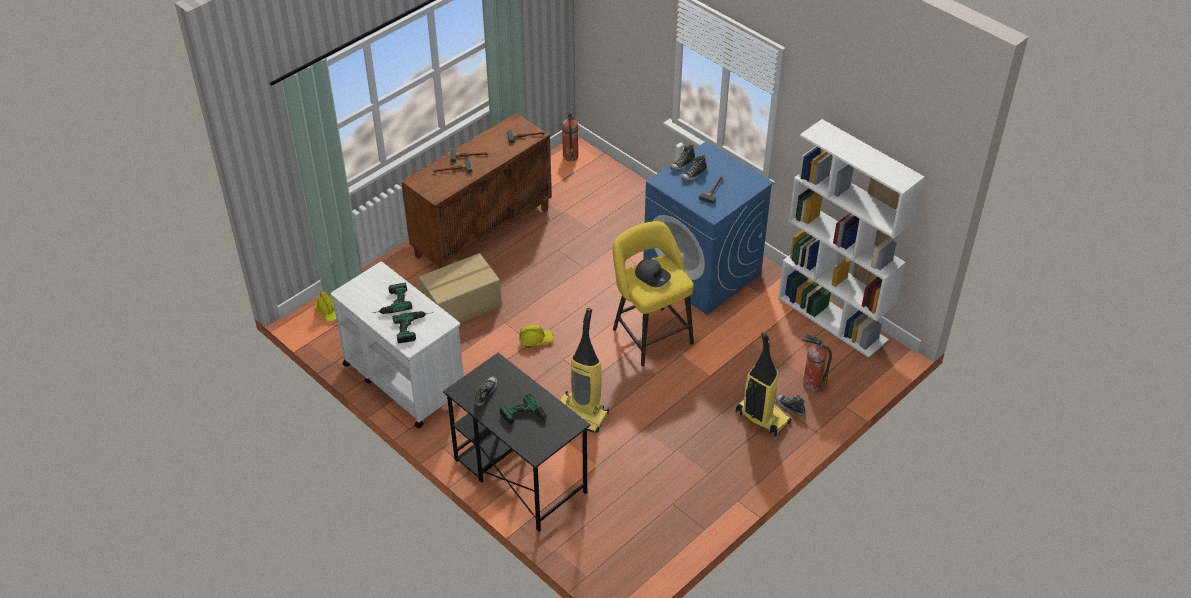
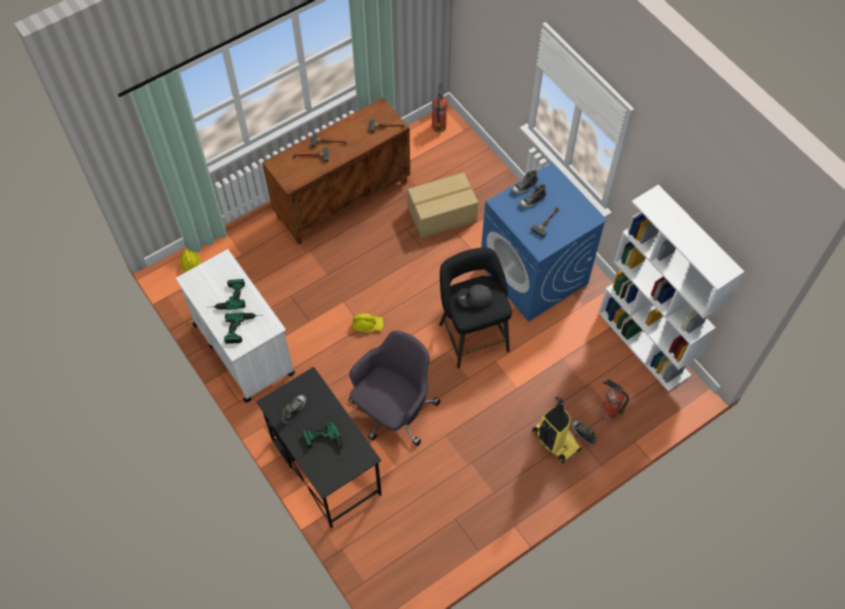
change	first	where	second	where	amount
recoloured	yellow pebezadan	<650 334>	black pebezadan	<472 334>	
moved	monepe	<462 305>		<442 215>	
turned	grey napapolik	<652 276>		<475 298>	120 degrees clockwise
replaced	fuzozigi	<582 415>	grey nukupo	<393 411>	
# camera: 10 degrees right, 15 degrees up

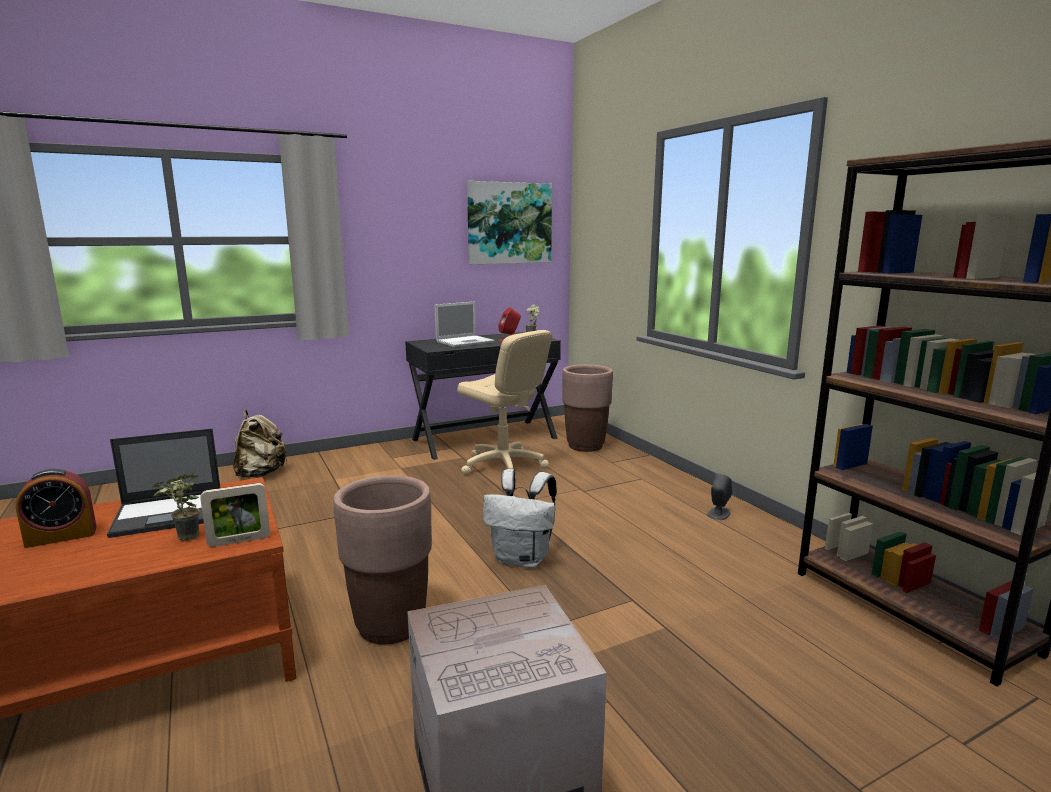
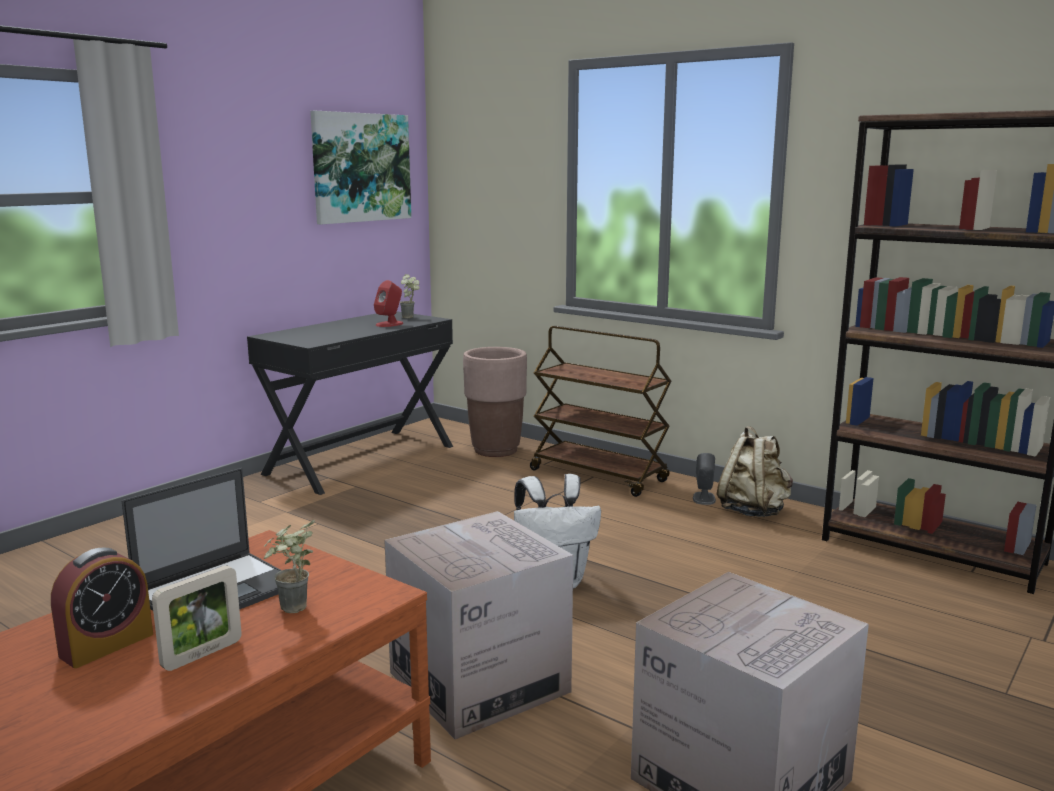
change	first	where	second	where	amount
removed	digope	<465 341>			
removed	beige nukupo	<503 466>			
moved	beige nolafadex	<260 474>		<753 511>	
replaced	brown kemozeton	<391 626>	monepe	<479 682>	
moved	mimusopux	<239 541>		<202 654>	
added			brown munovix	<599 476>	
# camera: 25 degrees left, 0 degrees up

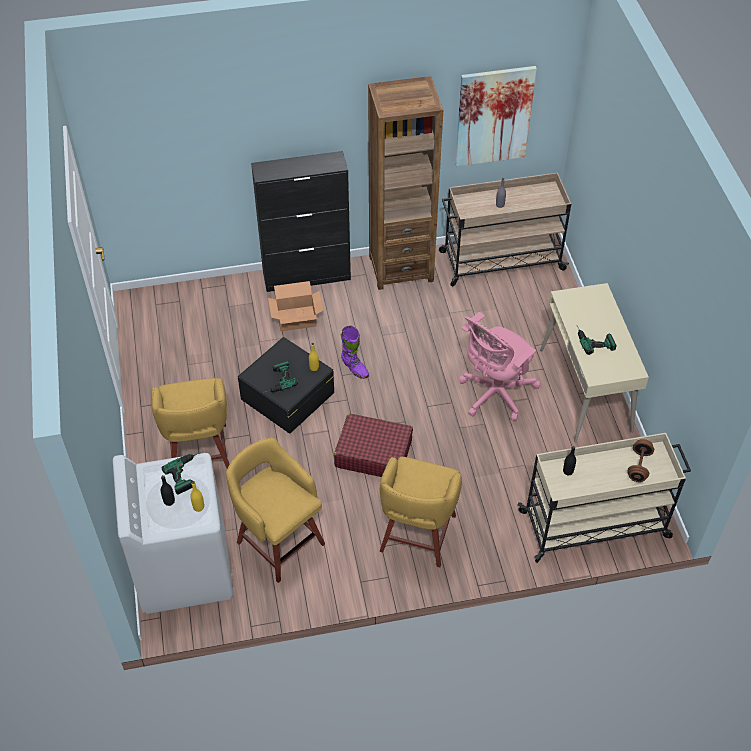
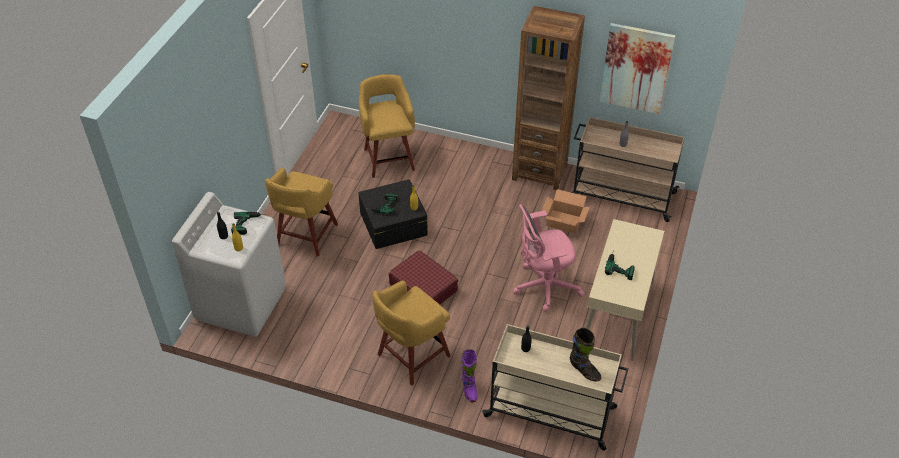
change	first	where	second	where	amount
removed	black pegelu	<307 276>			
moved	monepe	<297 318>		<564 222>	
moved	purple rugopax	<354 368>		<469 389>	
moved	yellow pebezadan	<279 541>		<389 158>	
replaced	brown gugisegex	<639 466>	black rugopax	<584 370>	
# camera: 30 degrees right, 5 degrees down

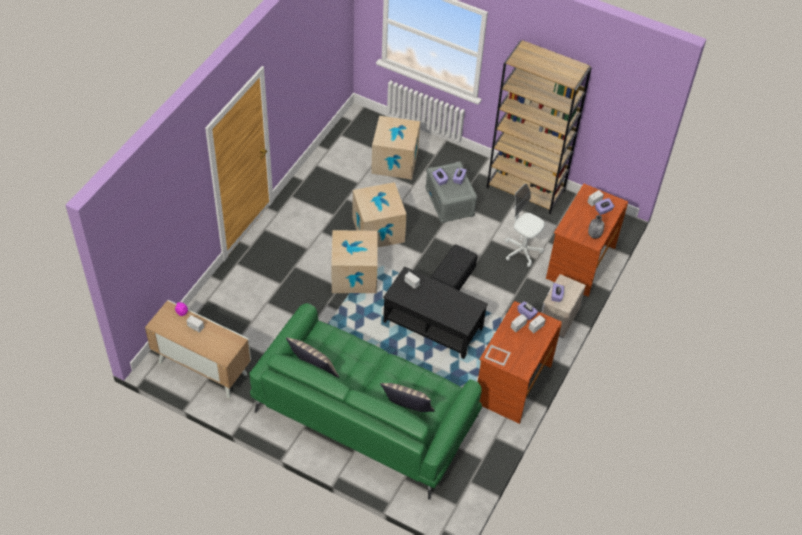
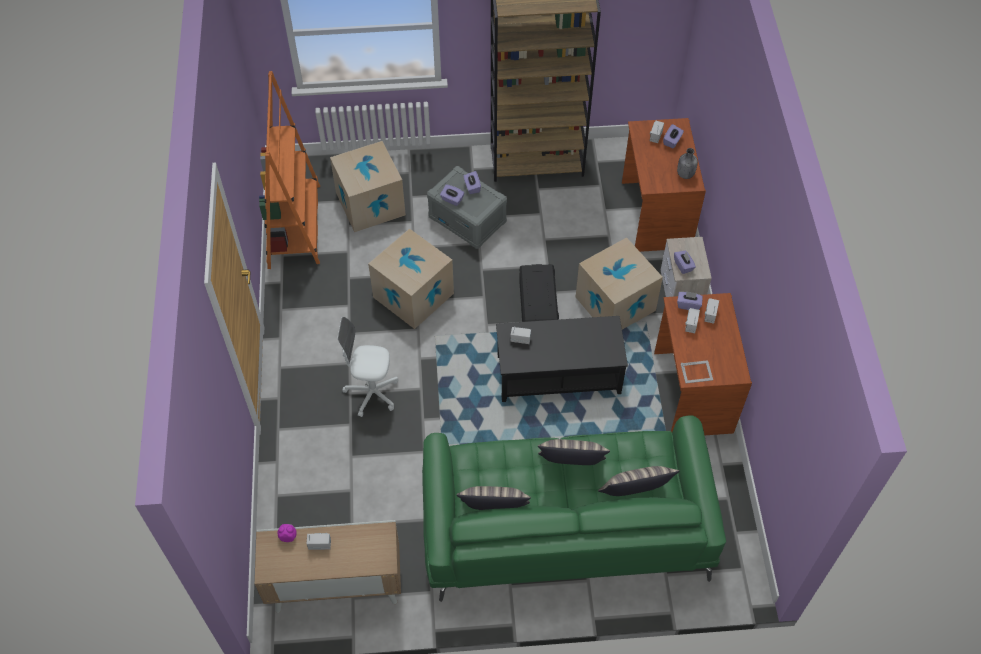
change	first	where	second	where	amount
moved	white nukupo	<522 251>		<372 393>	
moved	monepe	<354 275>		<615 303>	
added			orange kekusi	<294 226>	
added			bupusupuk	<570 466>	
# camera: 30 degrees left, 5 degrees up

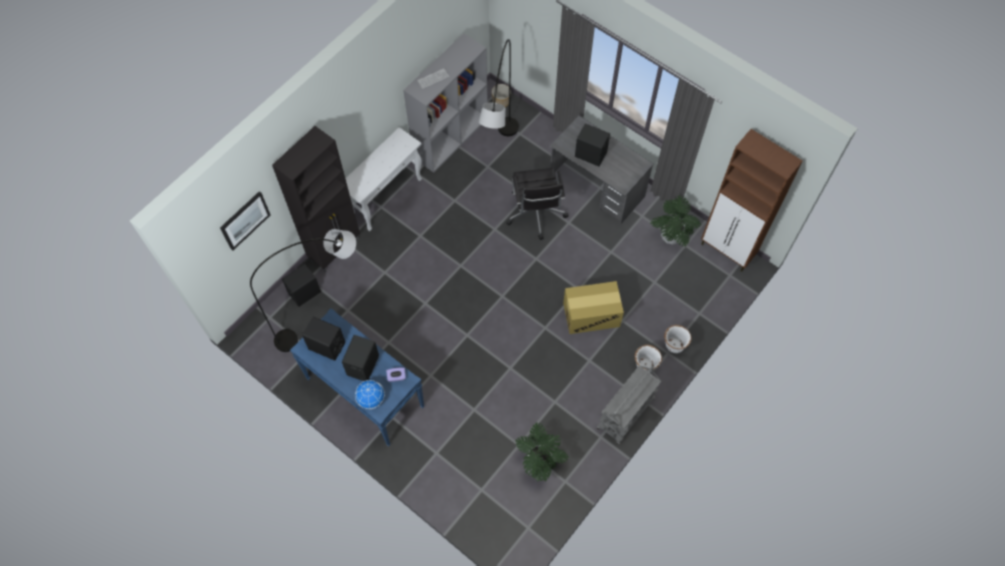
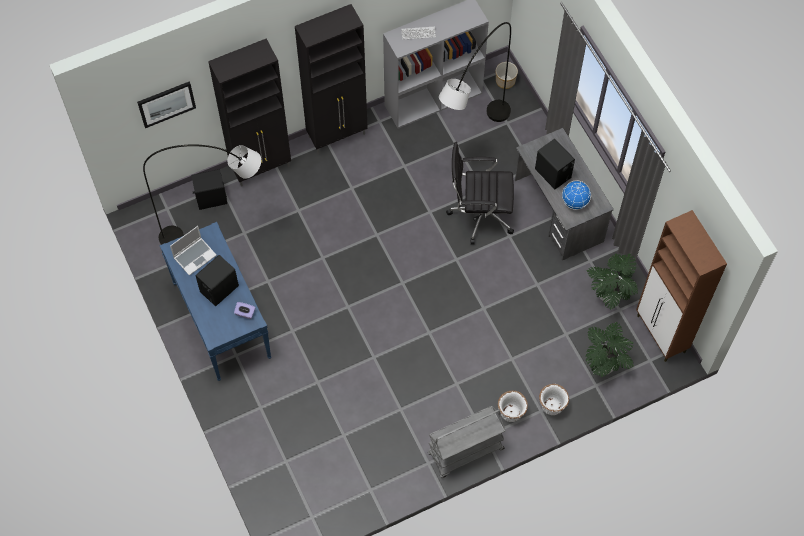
change	first	where	second	where	amount
replaced	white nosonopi	<387 197>	black pegelu	<338 135>	
turned	black nukupo	<536 214>		<480 214>	75 degrees clockwise
removed	monepe	<591 314>			
replaced	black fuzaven	<326 346>	digope	<195 256>	
moved	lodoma	<371 399>		<575 201>	
moved	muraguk	<539 462>		<603 363>	
# camera: 25 degrees right, 0 degrees up

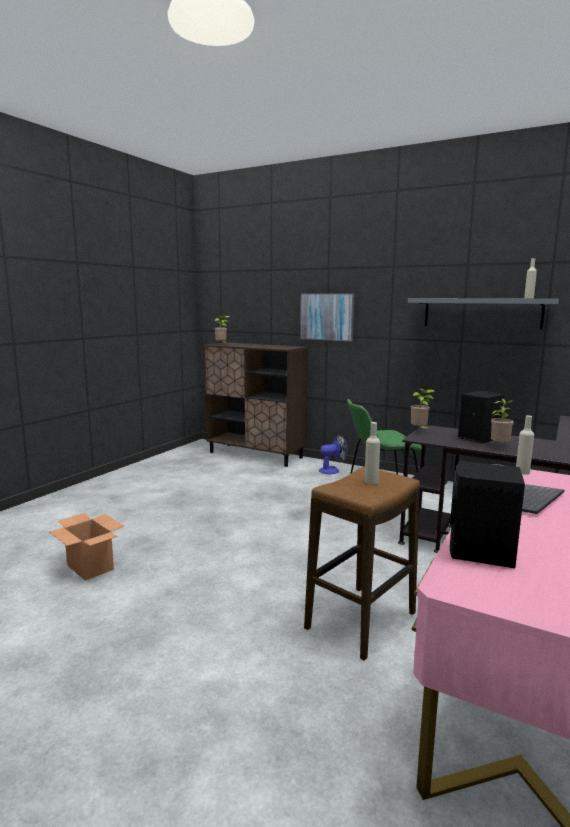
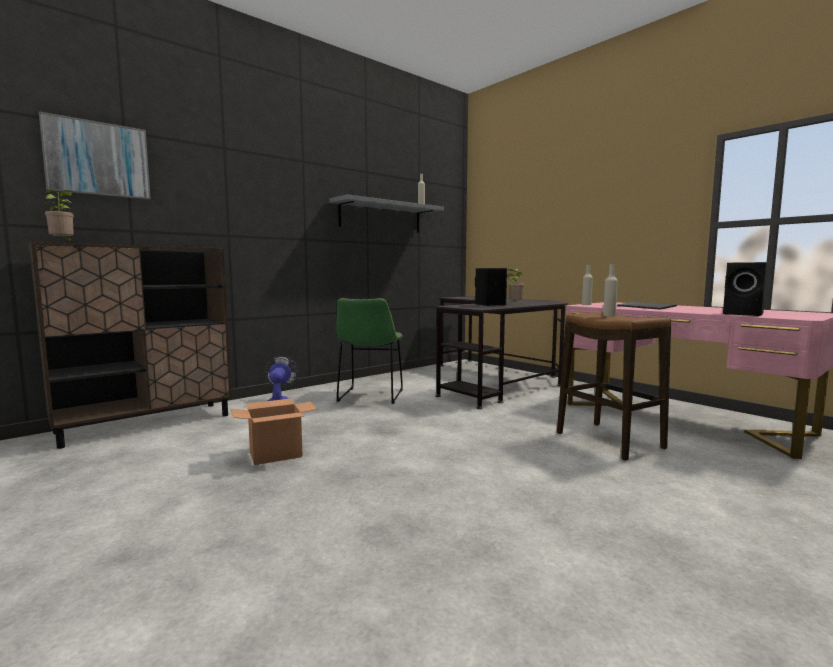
change	first	where	second	where	amount
moved	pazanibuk	<327 317>		<97 159>	
removed	muraguk	<419 430>			
moved	monepe	<91 567>		<276 455>	
# camera: 70 degrees left, 5 degrees down

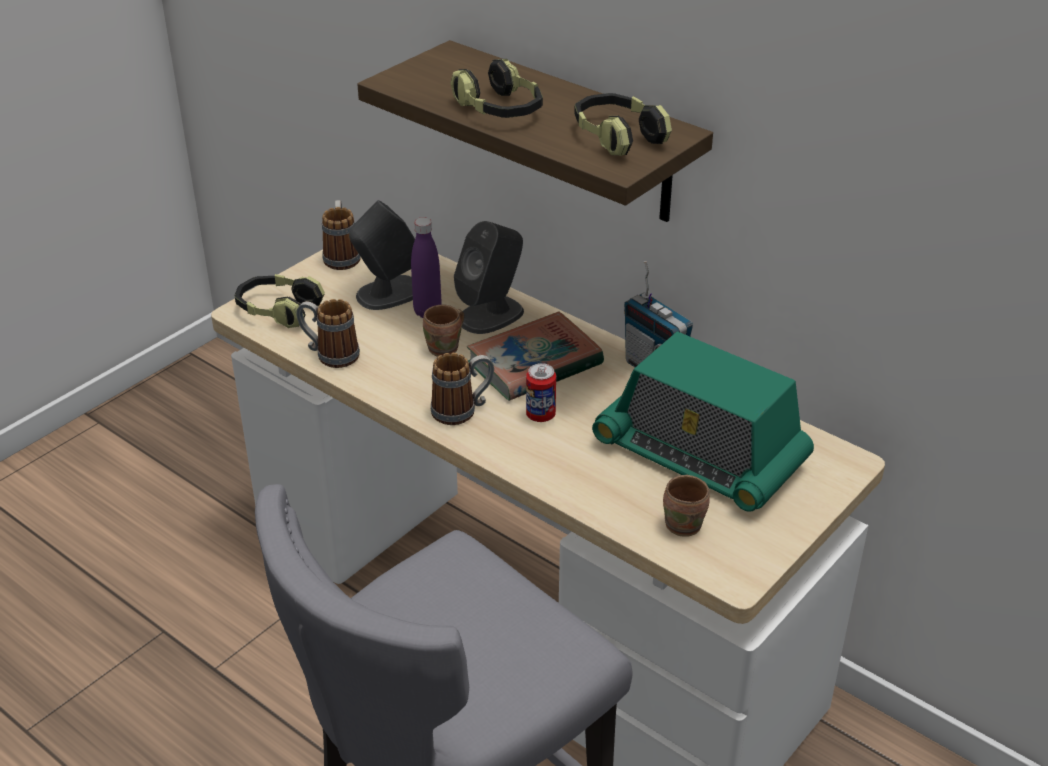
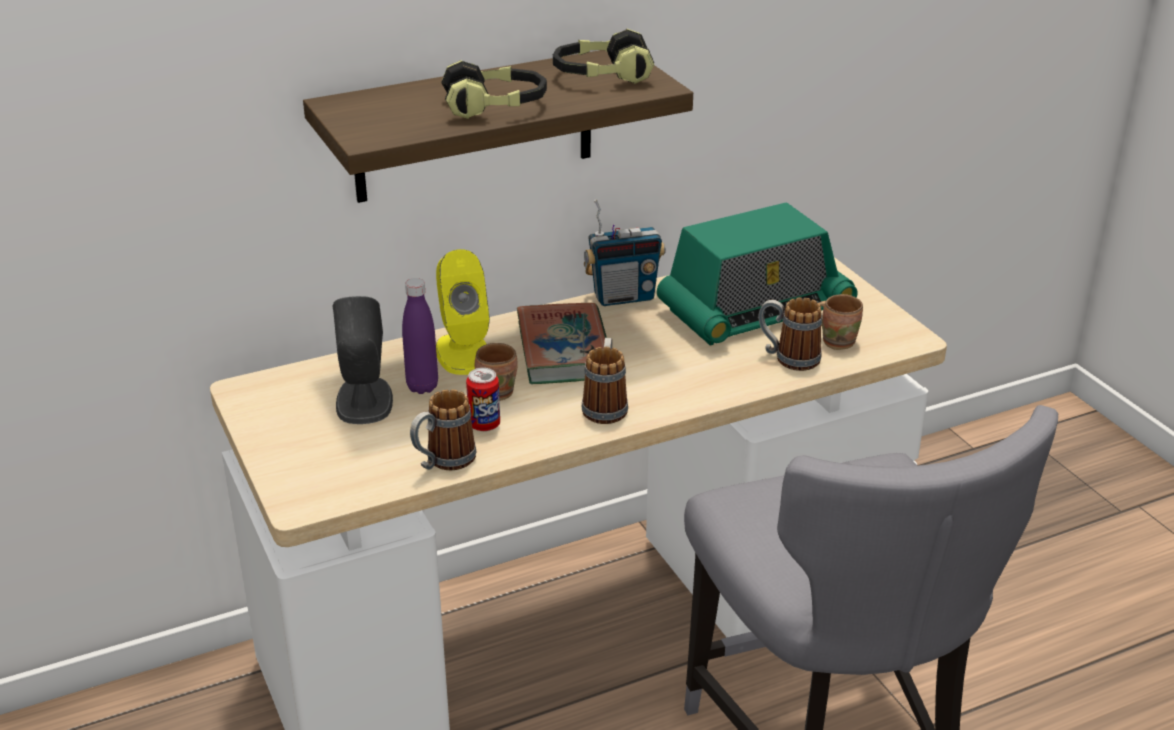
change	first	where	second	where	amount
moved	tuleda	<342 256>		<788 358>	
recoloured	grey fuzaven	<491 315>	yellow fuzaven	<463 353>	
removed	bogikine	<278 311>			
moved	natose	<540 415>		<484 425>	
# camera: 65 degrees left, 5 degrees down

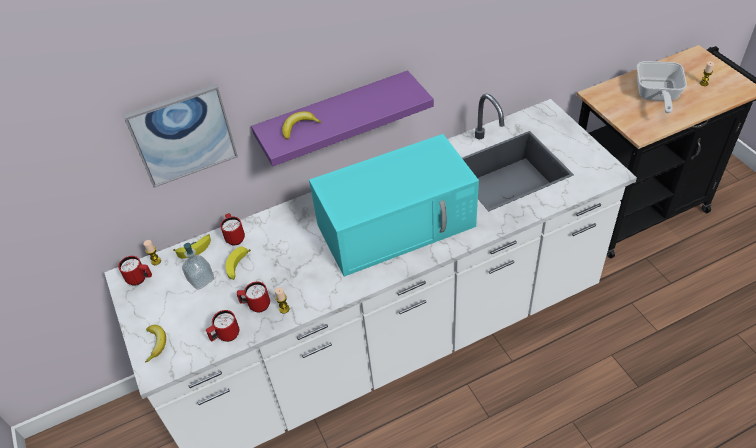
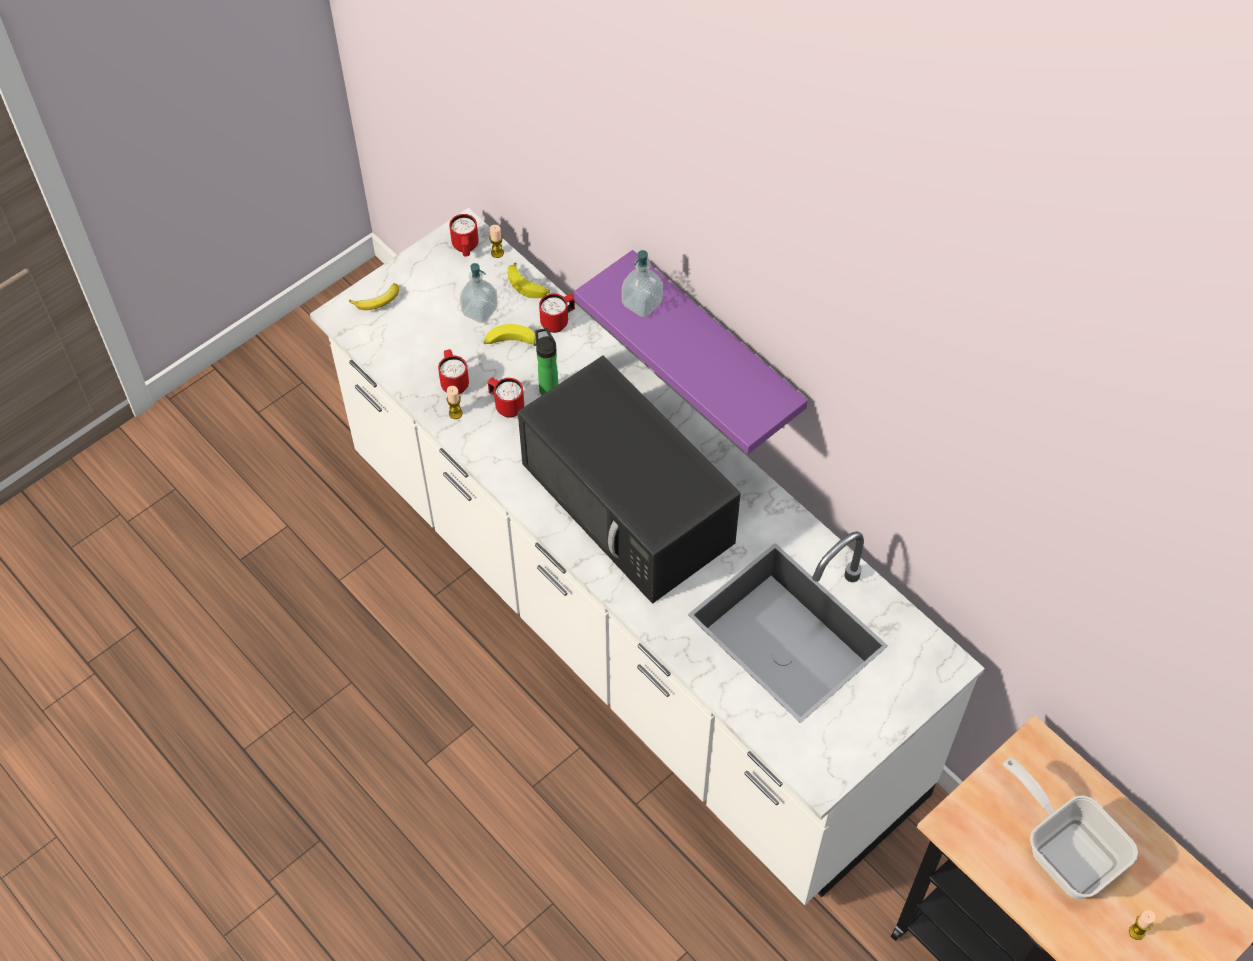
change	first	where	second	where	amount
turned	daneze	<656 96>		<1066 848>	60 degrees clockwise
removed	pazanibuk	<183 135>			
replaced	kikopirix	<299 127>	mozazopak	<642 303>	
recoloured	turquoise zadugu	<398 224>	black zadugu	<630 504>	
moved	red tuleda	<225 336>		<506 406>	
added			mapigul	<548 388>	
# camera: 70 degrees right, 10 degrees up

